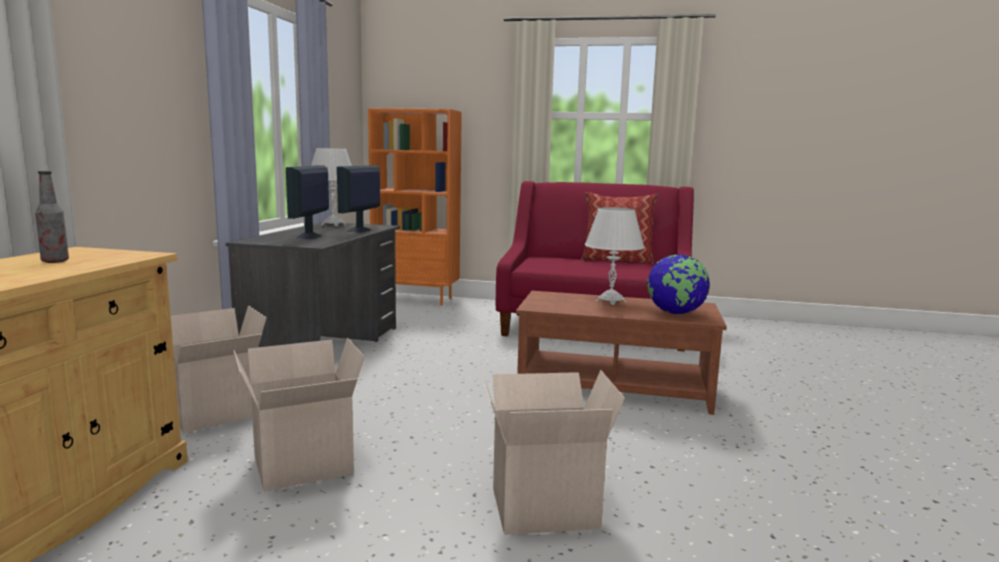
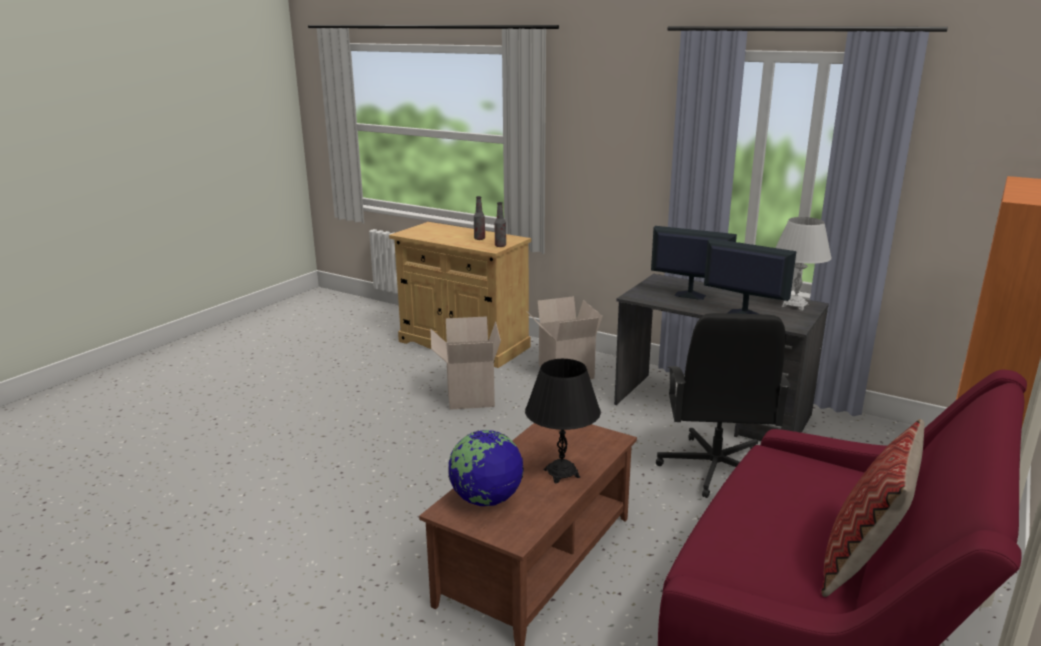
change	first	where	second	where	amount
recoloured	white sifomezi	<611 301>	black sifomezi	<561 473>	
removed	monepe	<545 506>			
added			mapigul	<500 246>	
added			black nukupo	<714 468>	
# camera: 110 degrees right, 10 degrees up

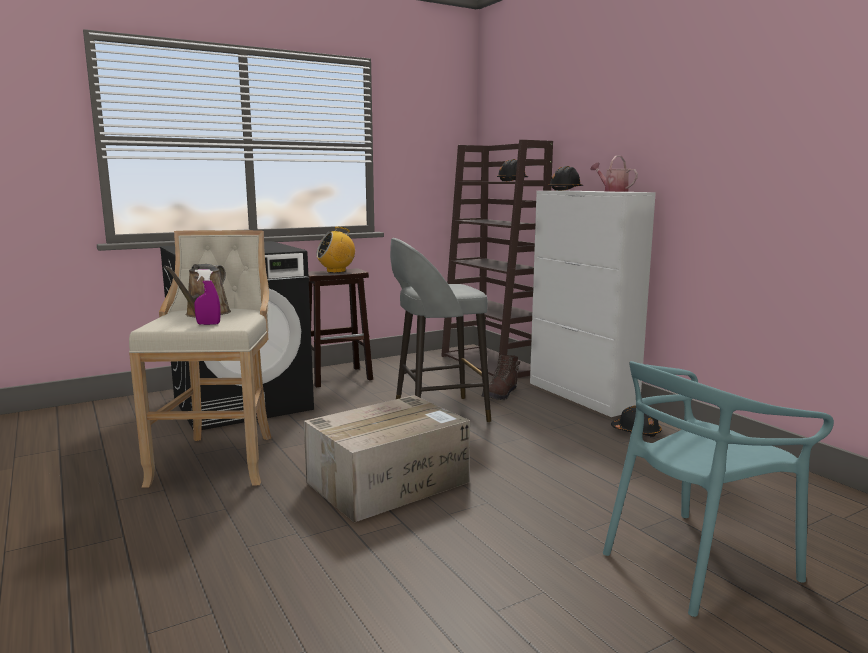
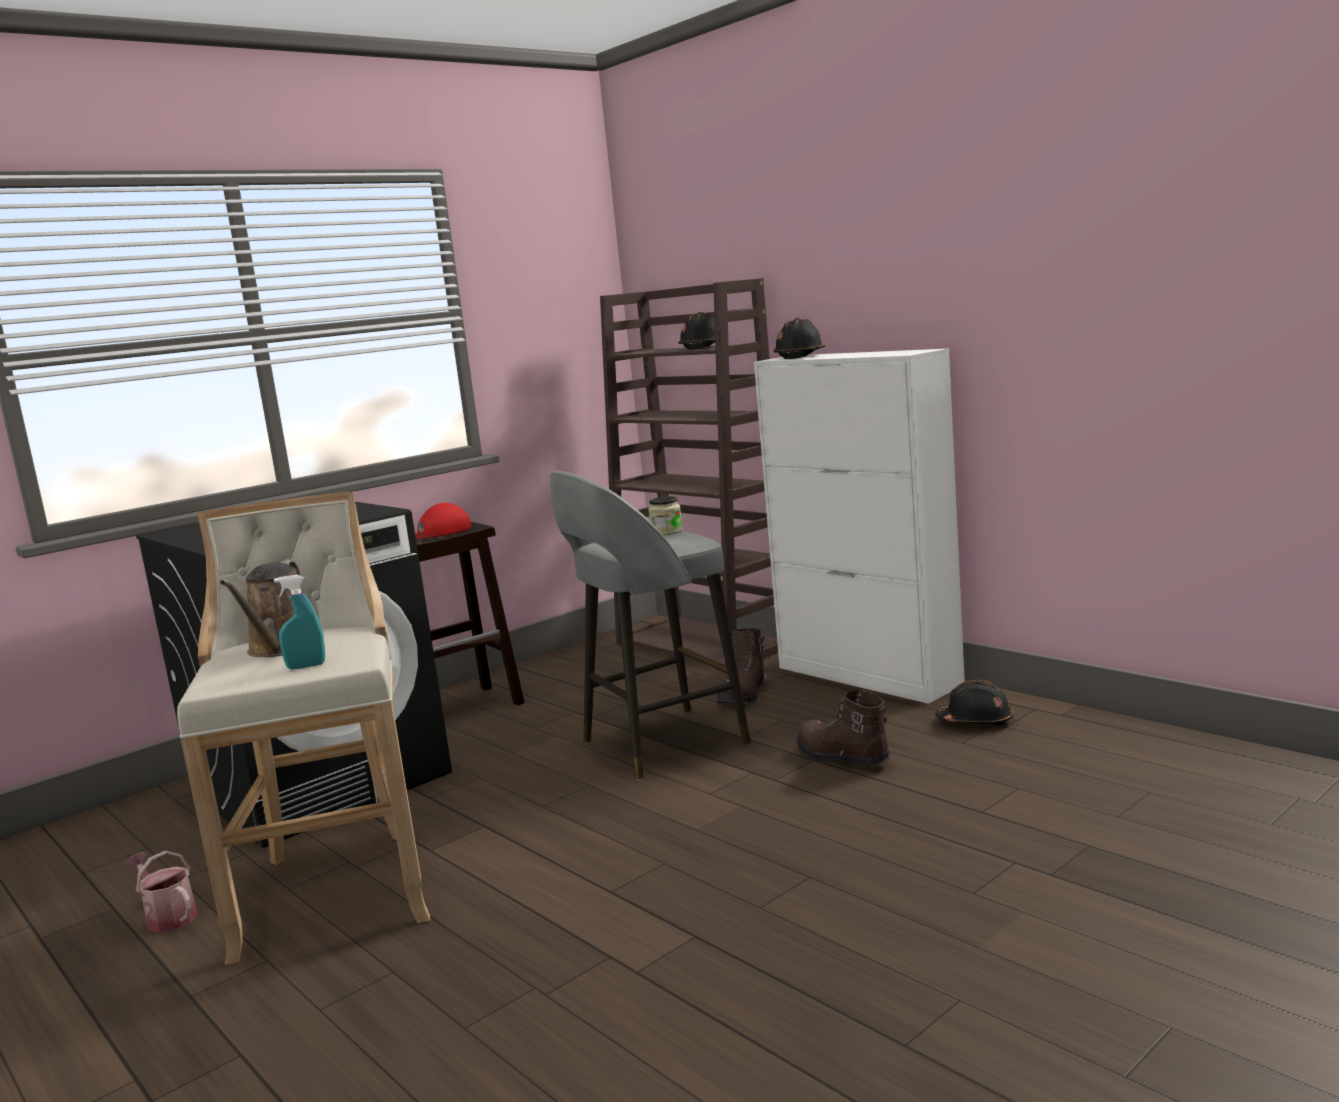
change	first	where	second	where	amount
moved	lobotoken	<613 191>		<168 916>	
replaced	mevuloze	<336 271>	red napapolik	<439 532>	
recoloured	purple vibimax	<208 324>	turquoise vibimax	<306 666>	
removed	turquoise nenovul	<696 562>			
removed	monepe	<389 482>			
added			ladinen	<666 532>	
added			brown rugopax	<841 758>	
# camera: 10 degrees left, 0 degrees up

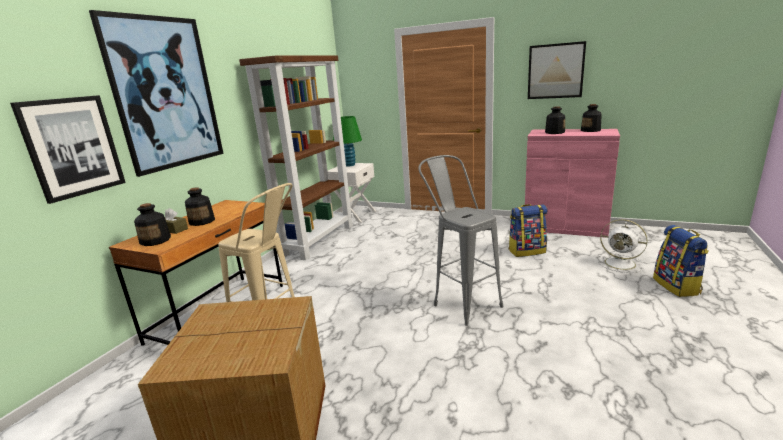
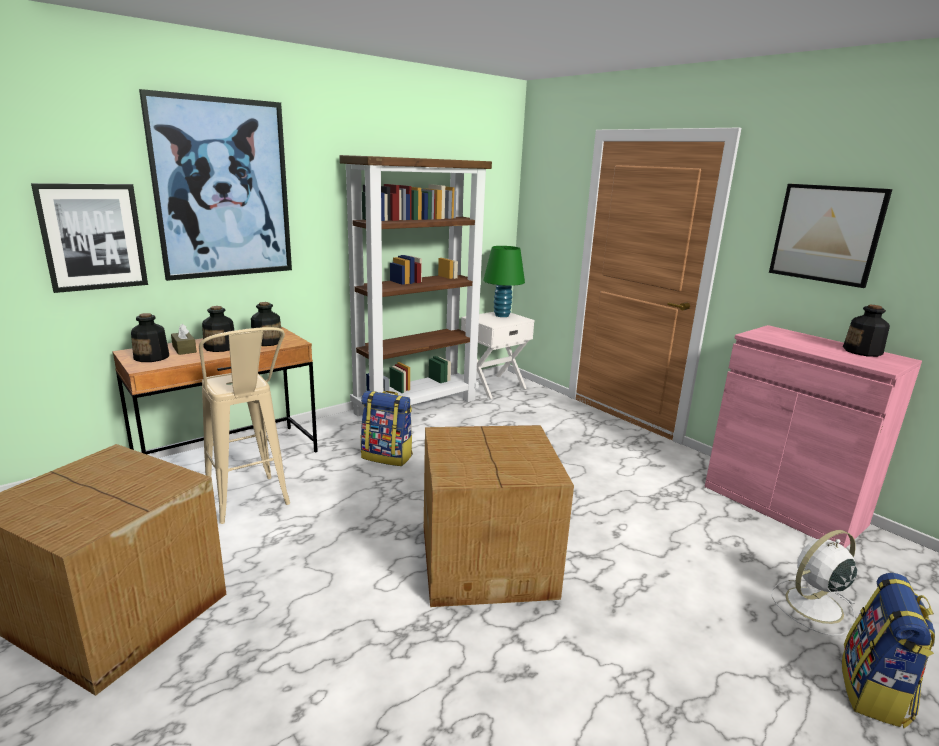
change	first	where	second	where	amount
moved	mapigul	<554 132>		<267 342>	
replaced	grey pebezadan	<460 302>	monepe	<488 559>	
moved	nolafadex	<527 251>		<387 456>	
turned	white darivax	<621 263>		<812 605>	90 degrees clockwise
# camera: 25 degrees right, 0 degrees up

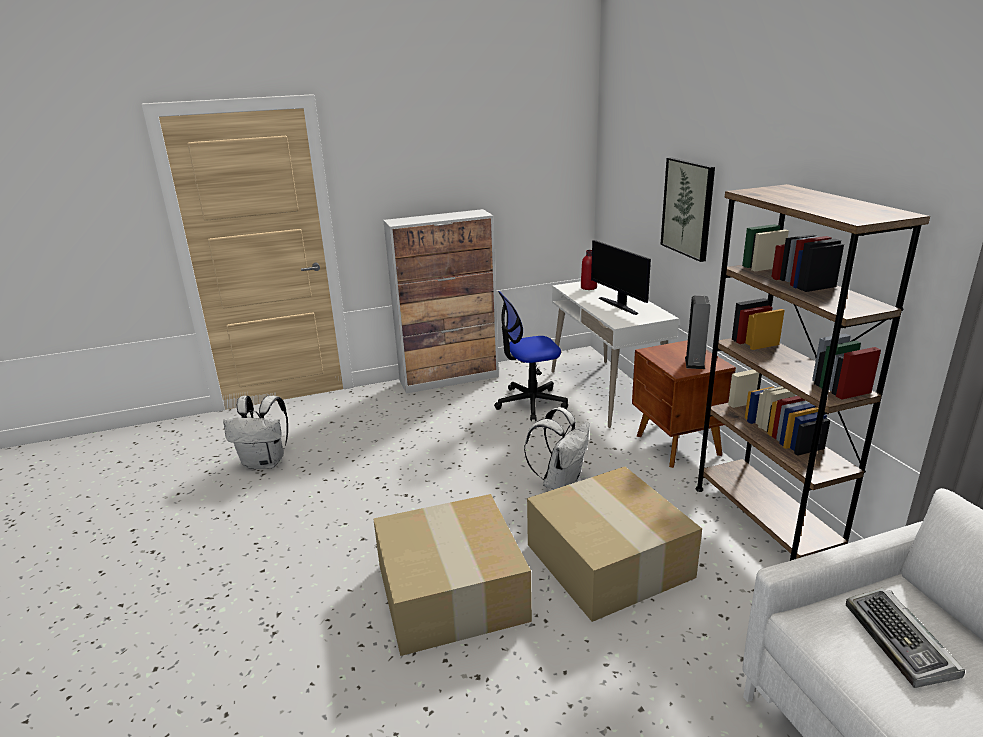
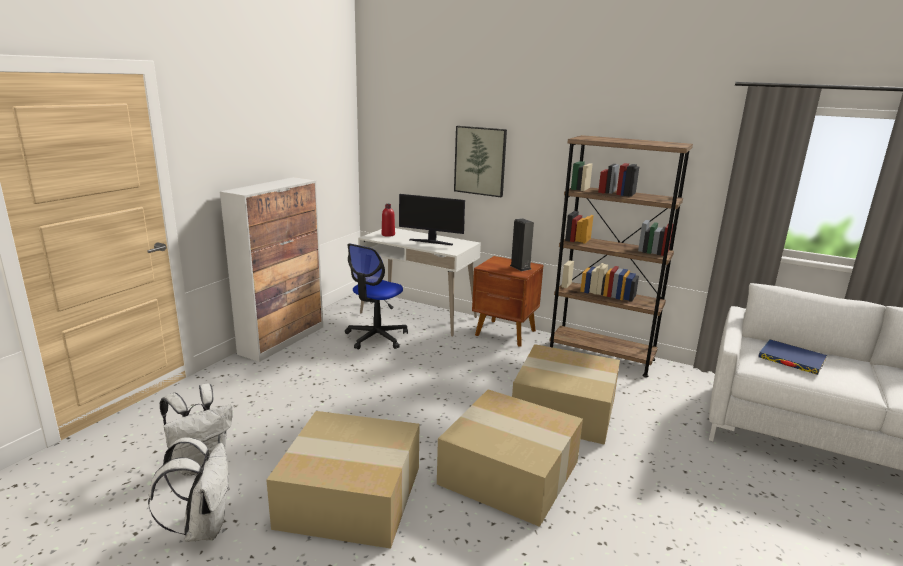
change	first	where	second	where	amount
moved	white nolafadex	<560 482>		<203 527>	
replaced	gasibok	<900 643>	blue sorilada	<791 360>	
added			monepe	<348 497>	
# camera: 45 degrees left, 5 degrees down

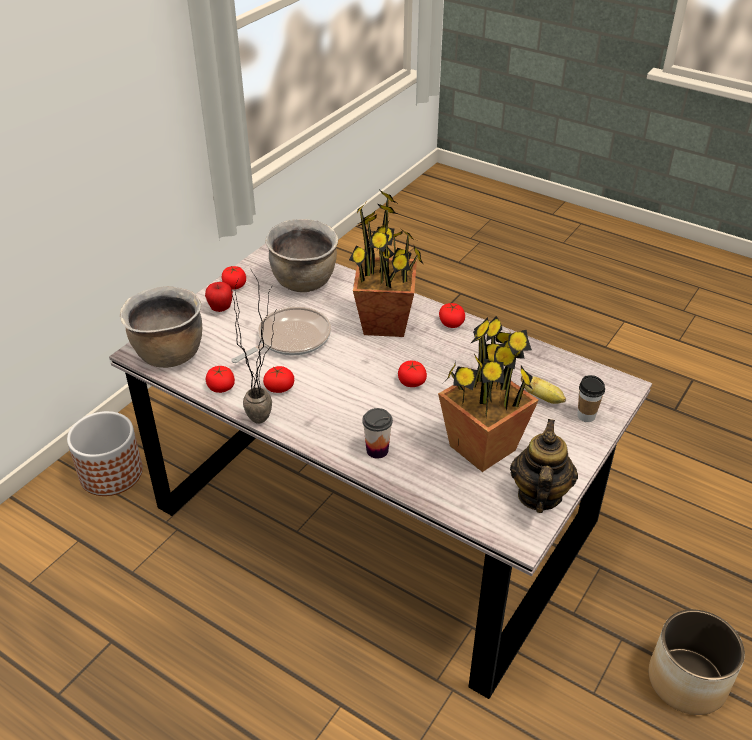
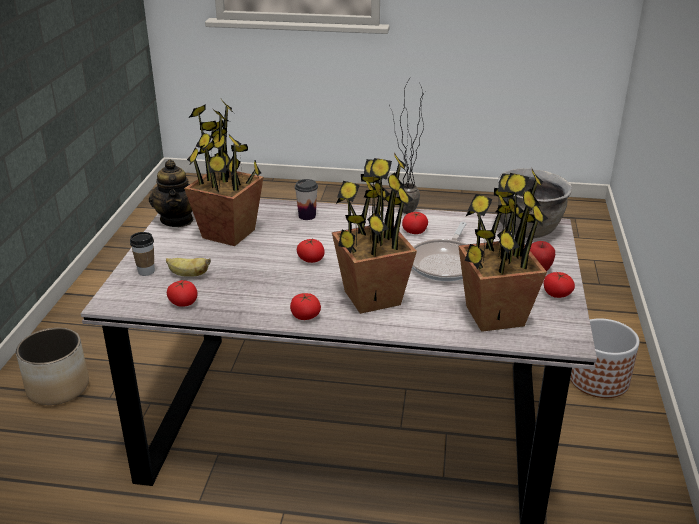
change	first	where	second	where	amount
replaced	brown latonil	<304 282>	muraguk	<494 316>	
moved	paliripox	<221 387>		<183 302>	
# camera: 155 degrees right, 10 degrees down

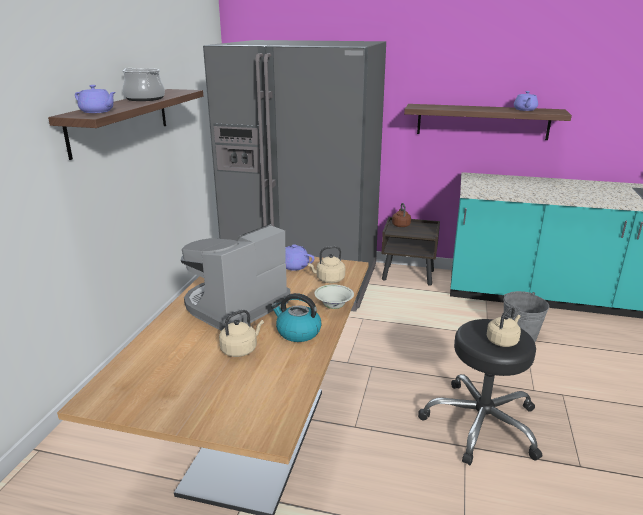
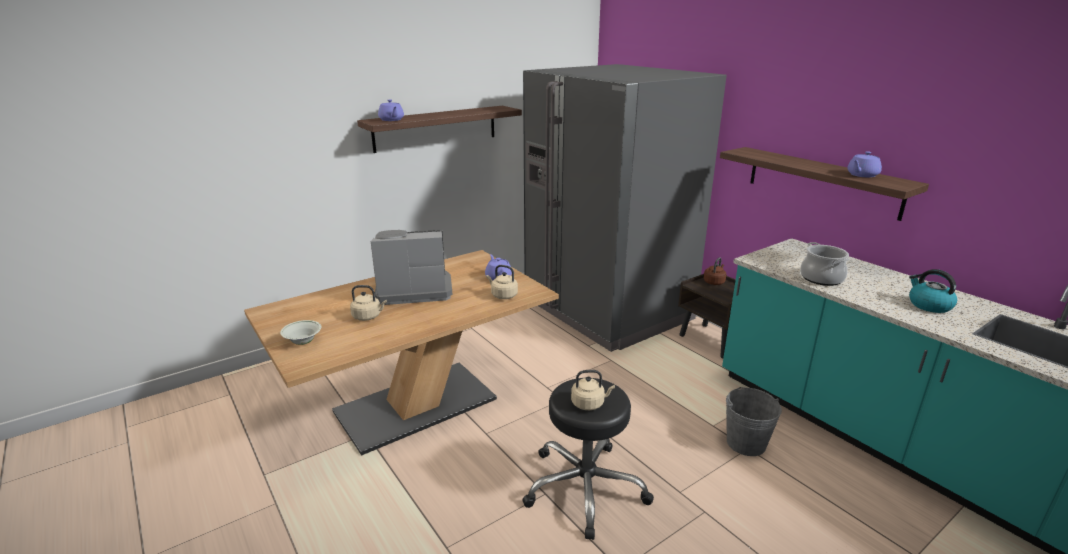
change	first	where	second	where	amount
moved	latonil	<145 99>		<821 278>	
moved	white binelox	<333 306>		<303 342>	
moved	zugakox	<297 332>		<929 305>	
# camera: 40 degrees right, 0 degrees up

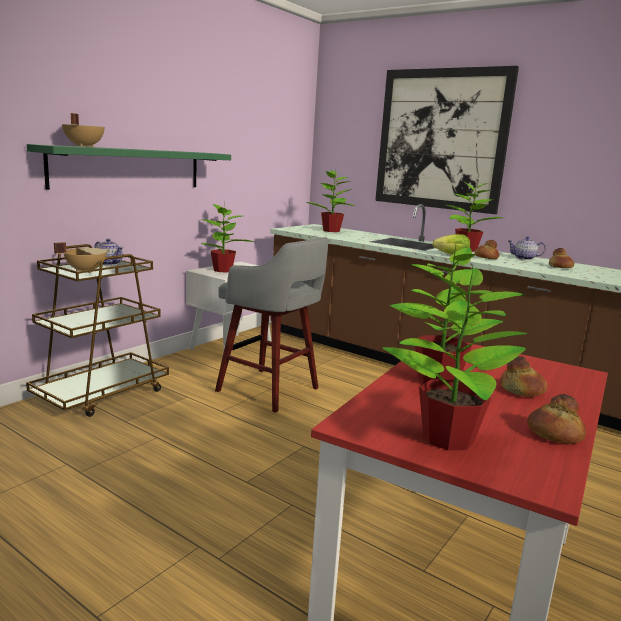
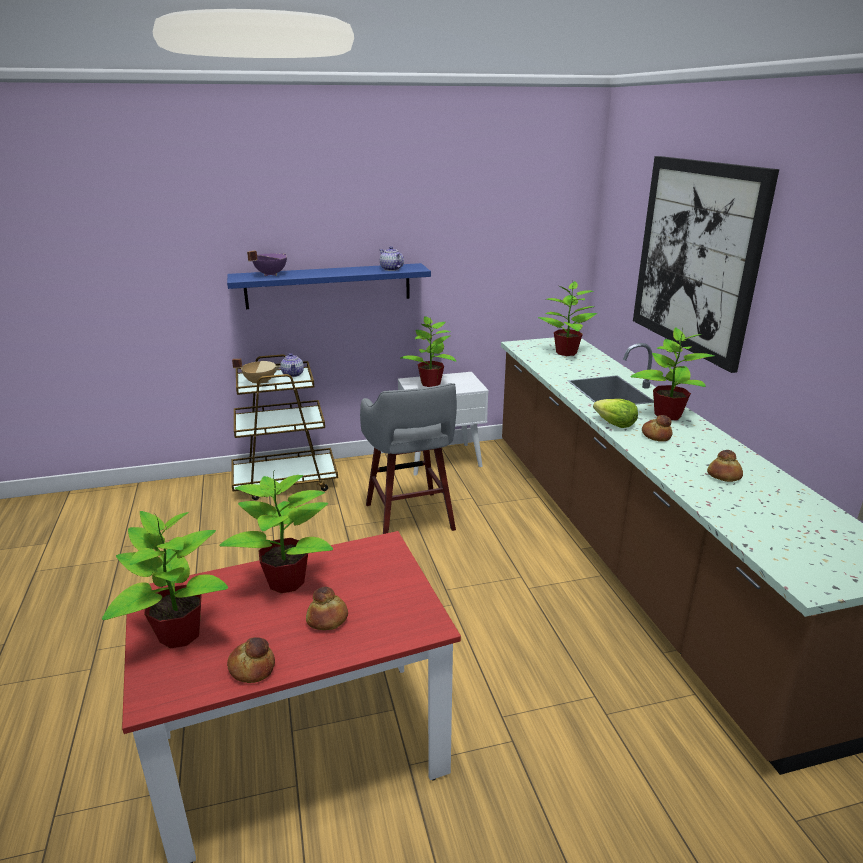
change	first	where	second	where	amount
recoloured	beige latonil	<83 146>	purple latonil	<270 274>	
recoloured	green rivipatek	<129 168>	blue rivipatek	<328 286>	
moved	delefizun	<524 258>		<391 269>	
# camera: 40 degrees right, 10 degrees up

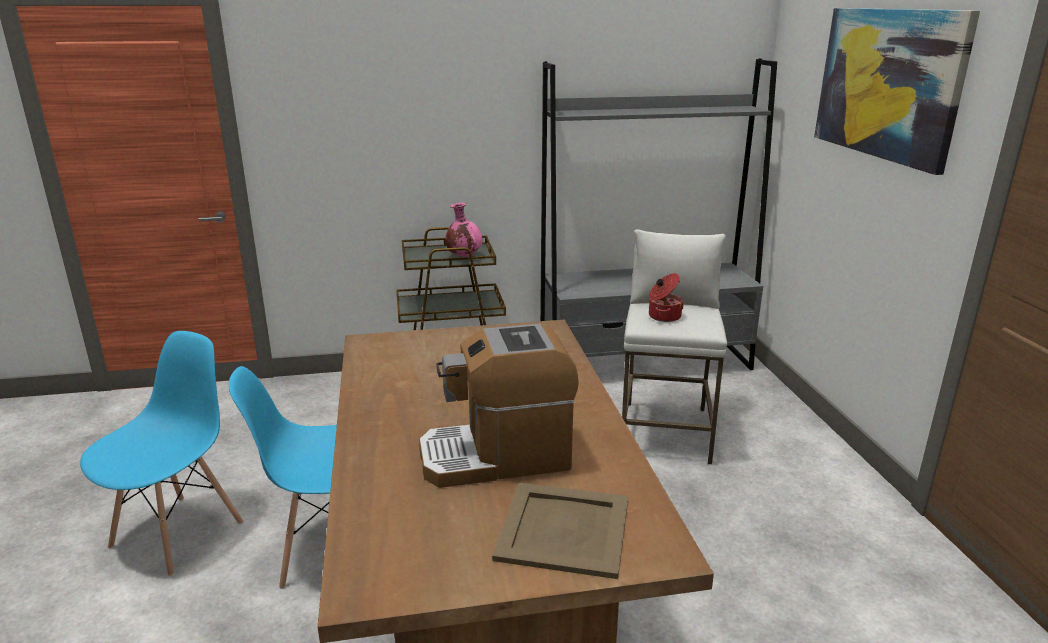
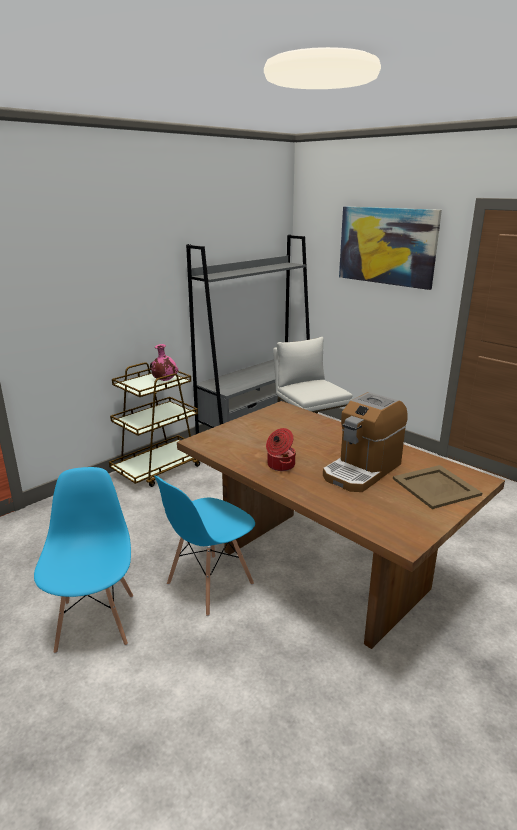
change	first	where	second	where	amount
moved	latonil	<663 316>		<280 465>	
# camera: 35 degrees left, 0 degrees up

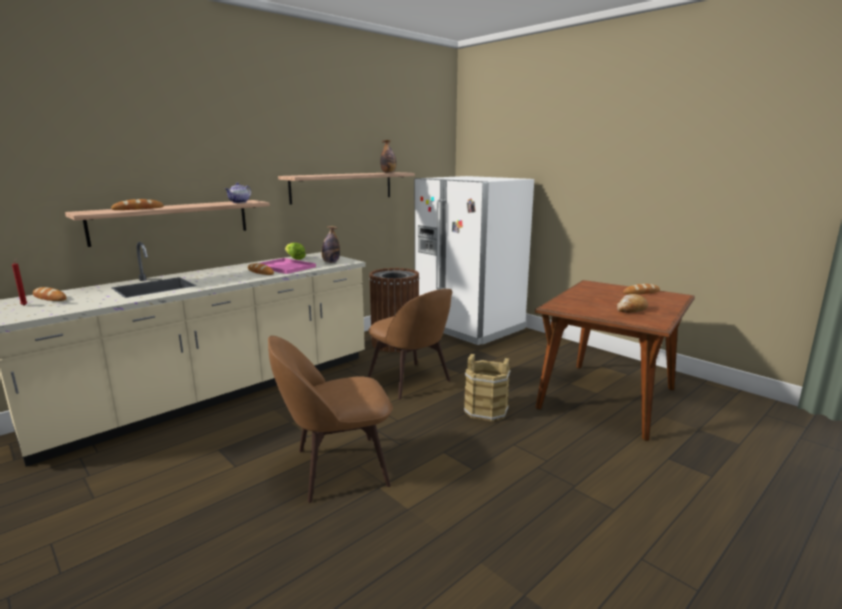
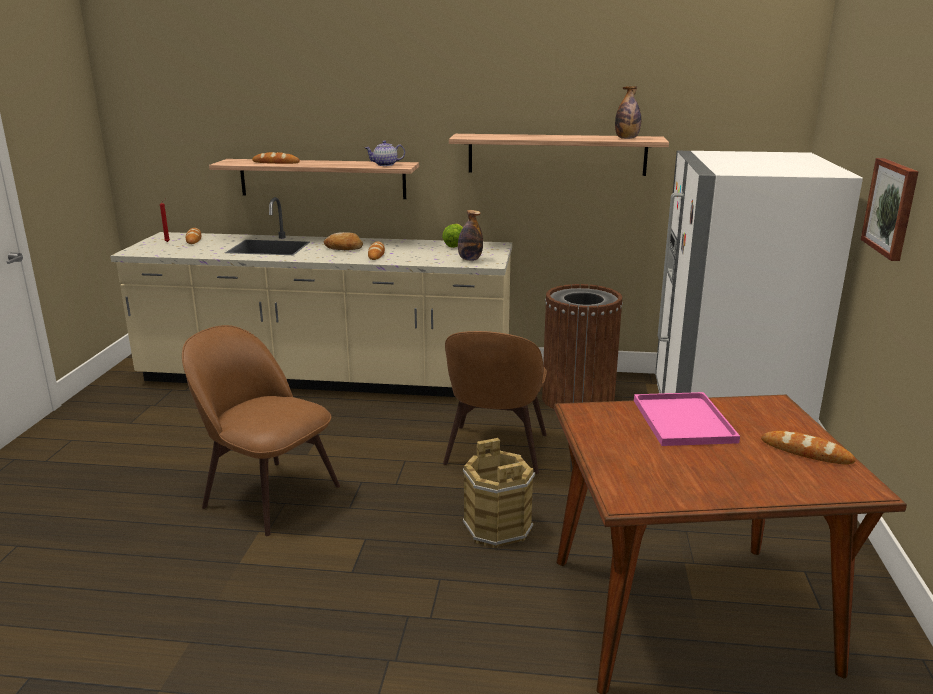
change	first	where	second	where	amount
moved	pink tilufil	<284 267>		<681 420>	
moved	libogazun	<631 309>		<343 248>	
added			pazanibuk	<892 208>	
# camera: 50 degrees right, 5 degrees up

